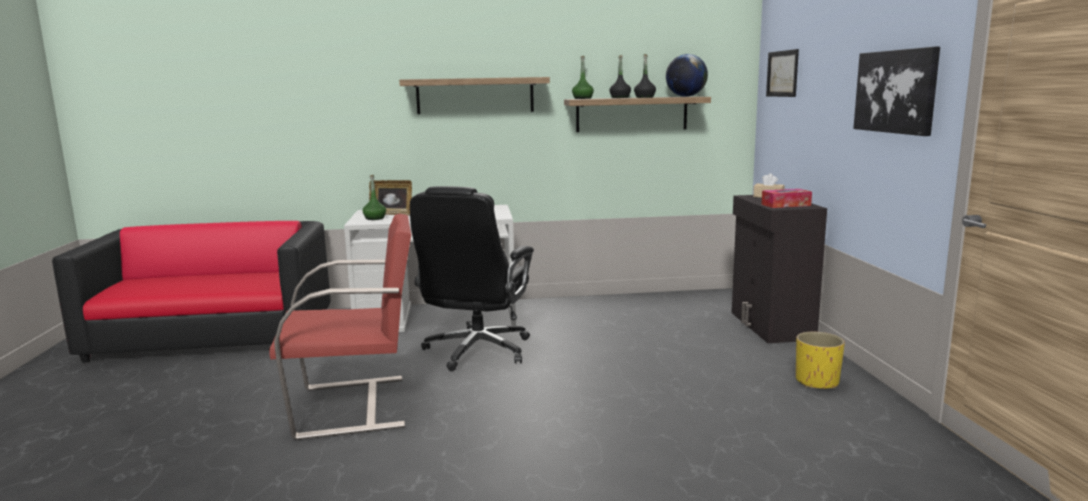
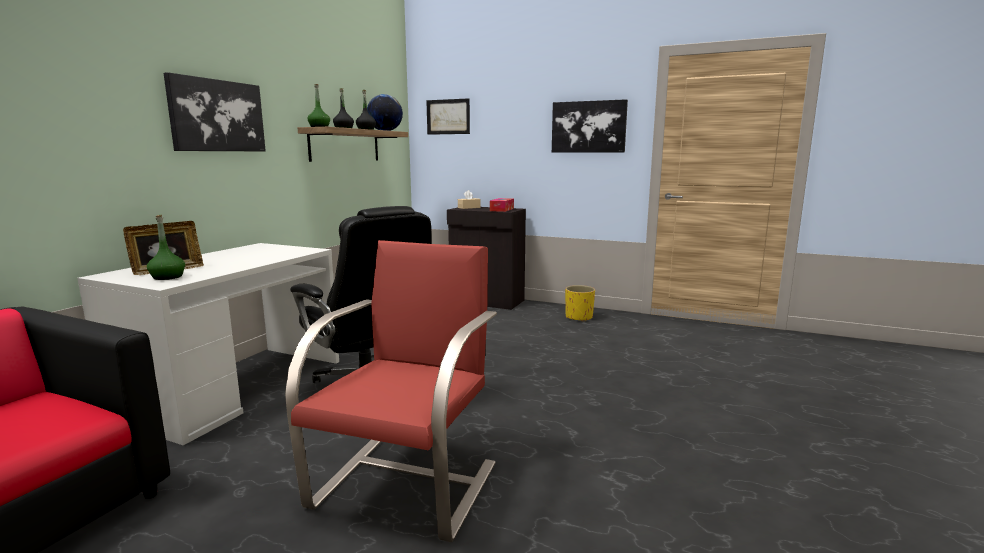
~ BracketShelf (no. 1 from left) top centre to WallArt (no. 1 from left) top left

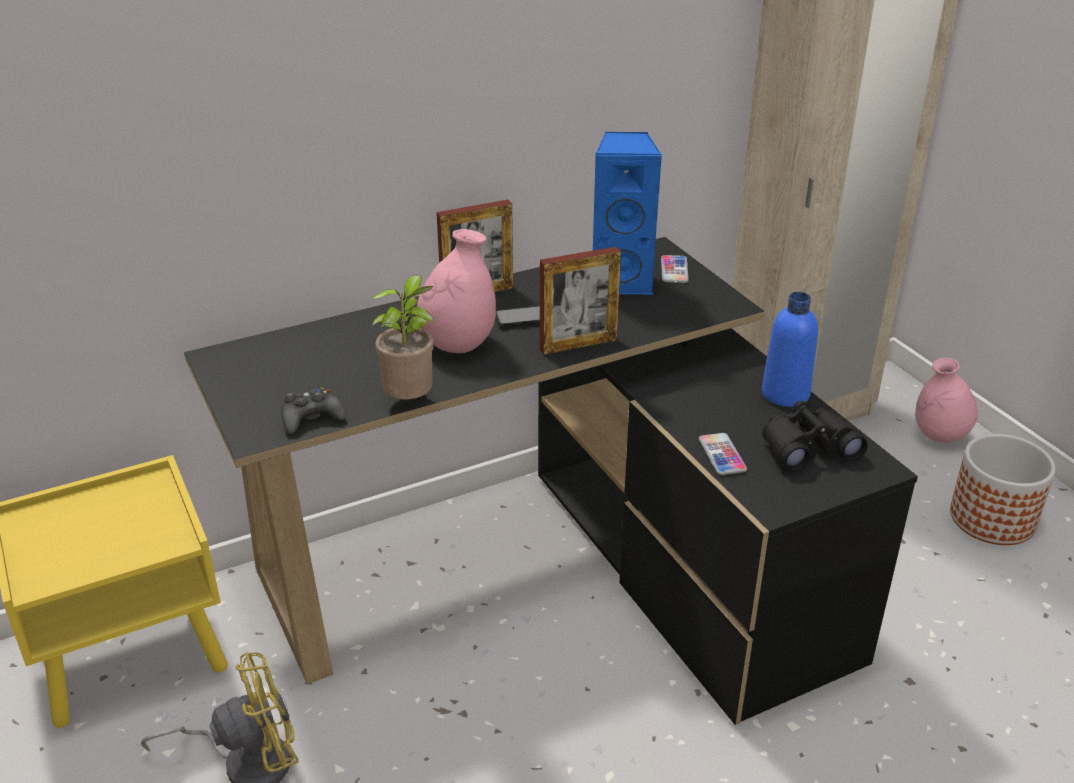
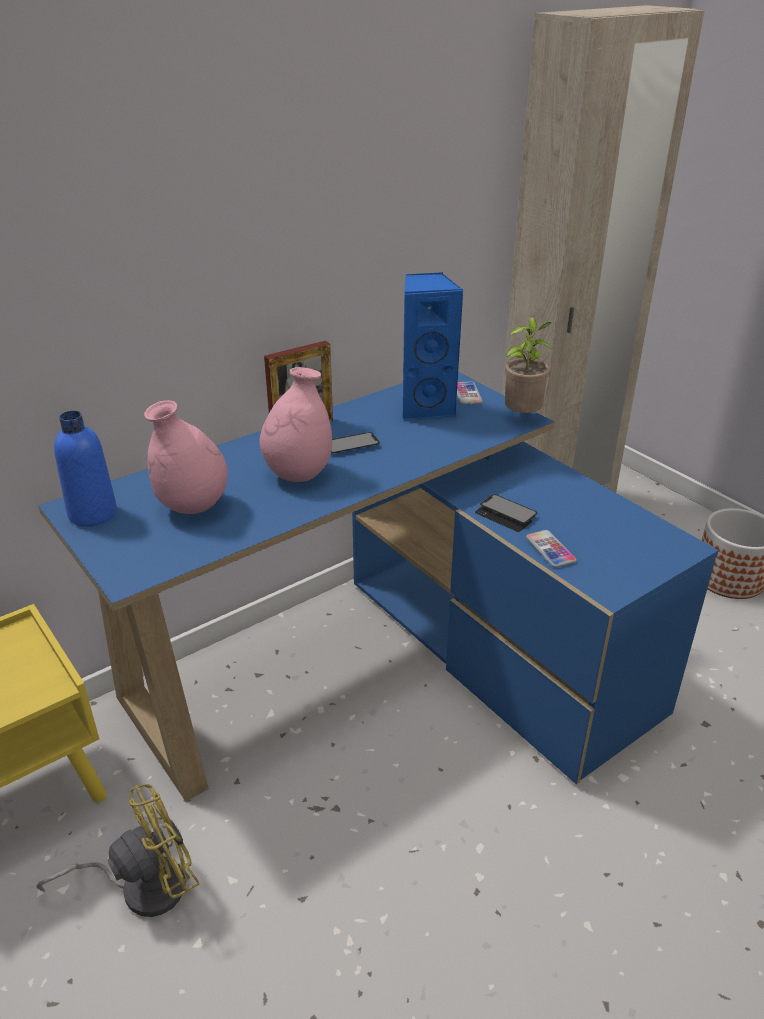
~ BlackDeskUnit centre to BlueDeskUnit centre
- BlackJoypad middle left
~ PlantInAPot centre to middle right
- StandingFrame (no. 2 from left) centre
~ BlueBeverageBottle middle right to middle left
- BlackBinoculars middle right
~ PinkColouredFlowerVase (no. 2 from left in the first image) middle right to PinkColouredFlowerVase (no. 1 from left) middle left
+ Handset (no. 3 from left) centre

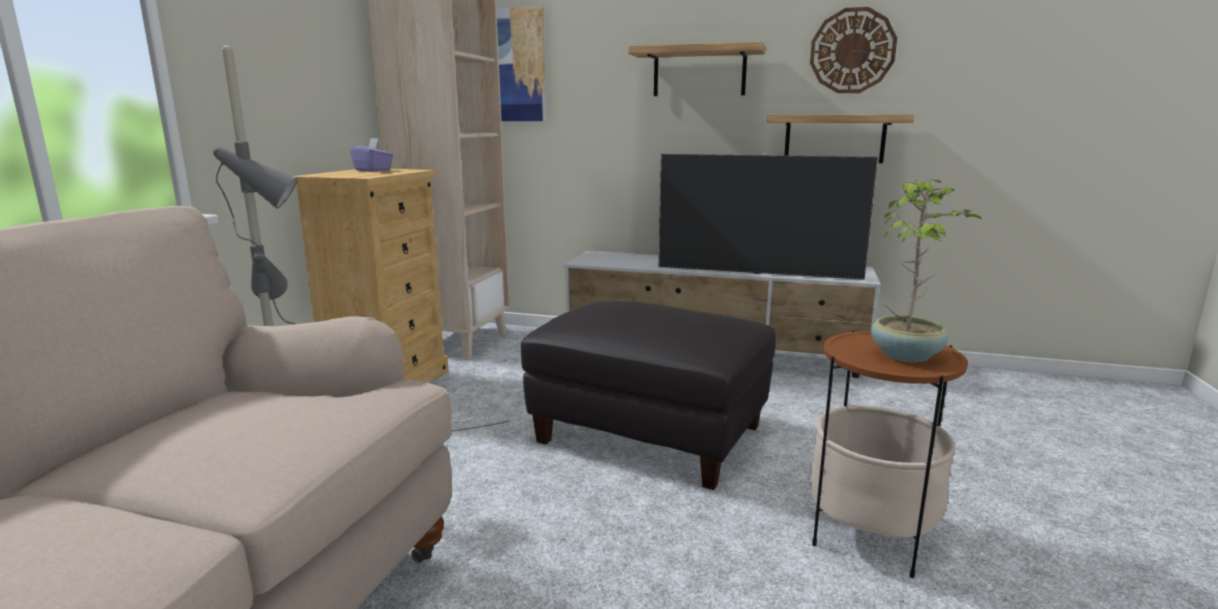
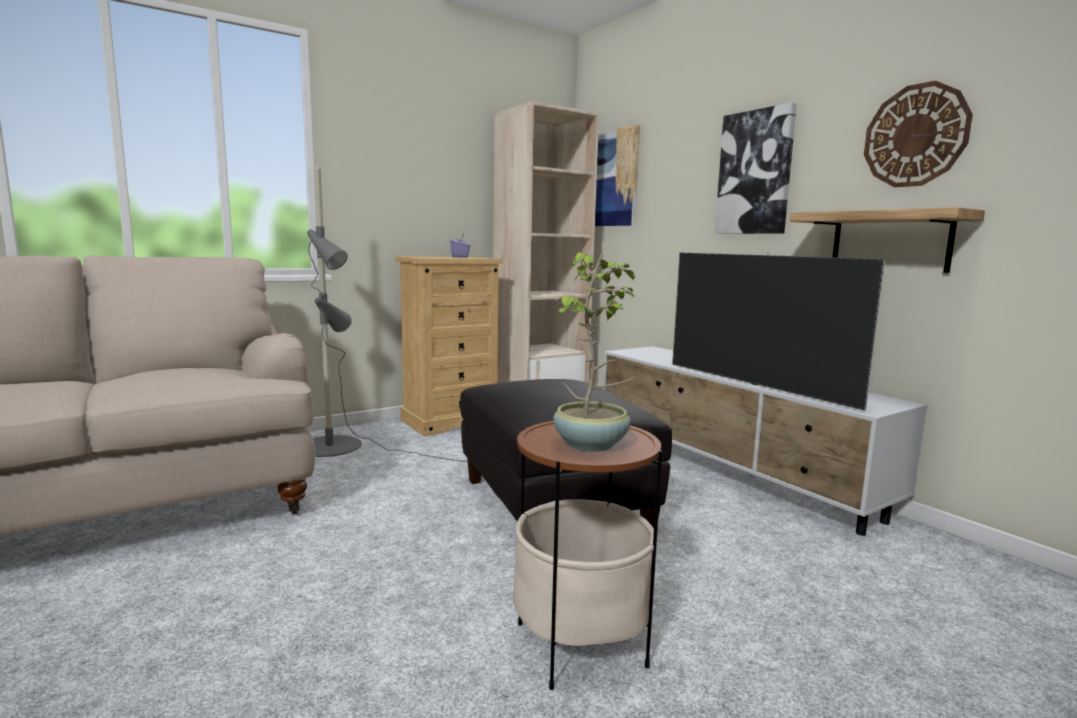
~ BracketShelf (no. 1 from left) top centre to WallArt (no. 2 from left) top right

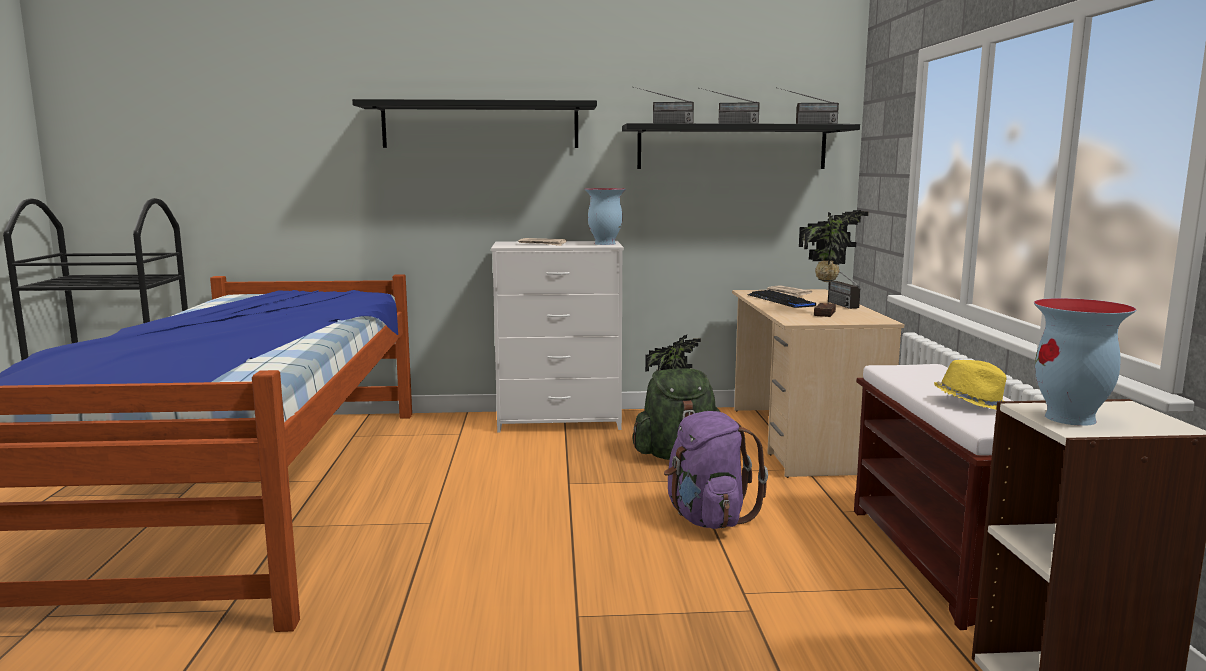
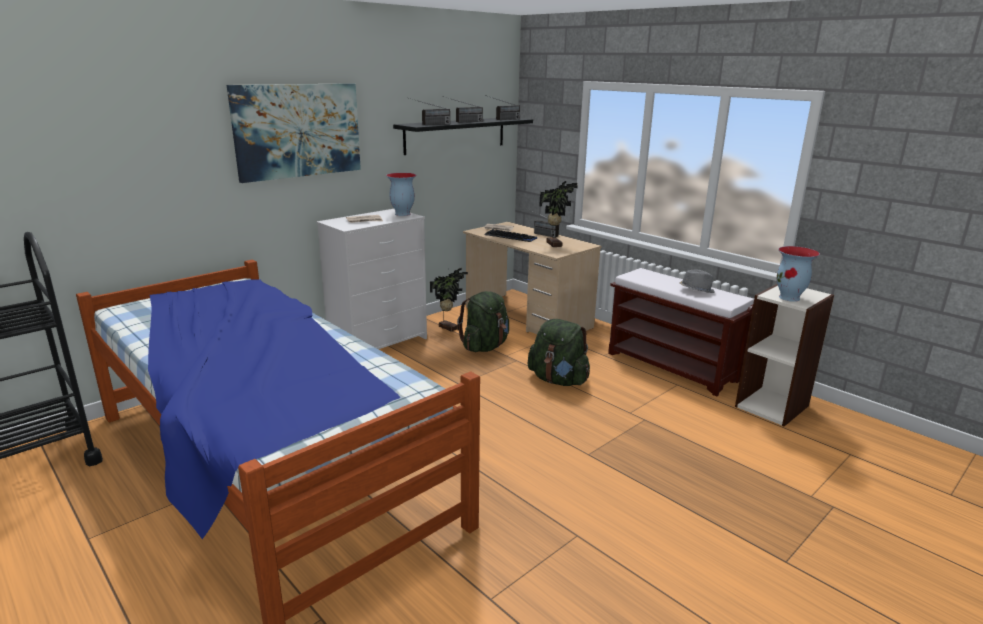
~ BlackBracketShelf (no. 1 from left) top centre to WallArt top left
~ PurplishRucksack bottom centre to GreenRucksack (no. 2 from left) centre
~ YellowishHat middle right to GrayHat middle right

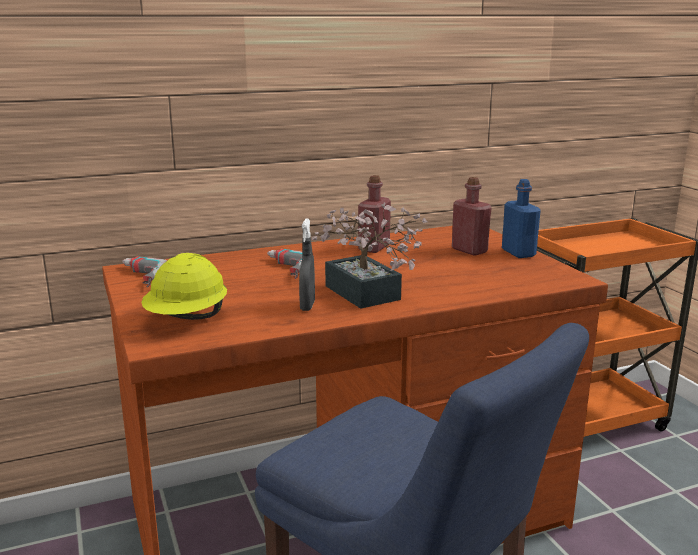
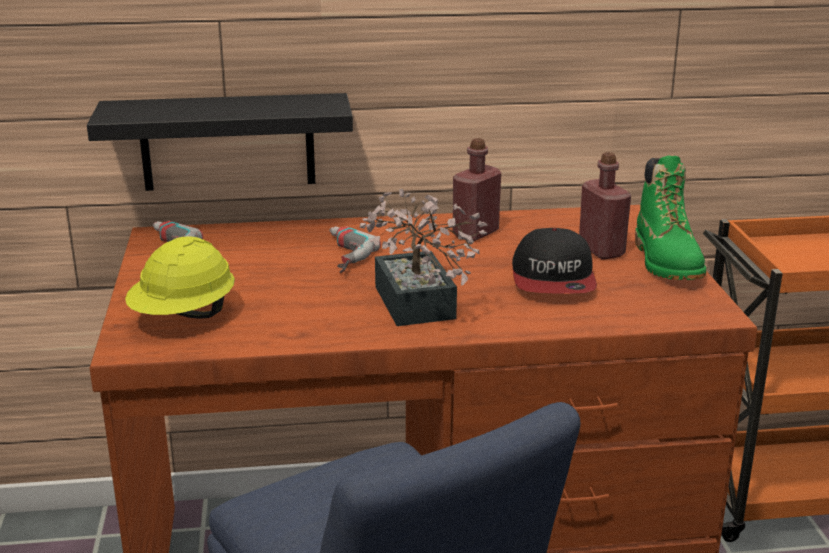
- GraySprayer centre
~ BlueBeverageBottle middle right to GreenHighTopBoot middle right
+ BlackBracketShelf top left
+ BaseballCap middle right

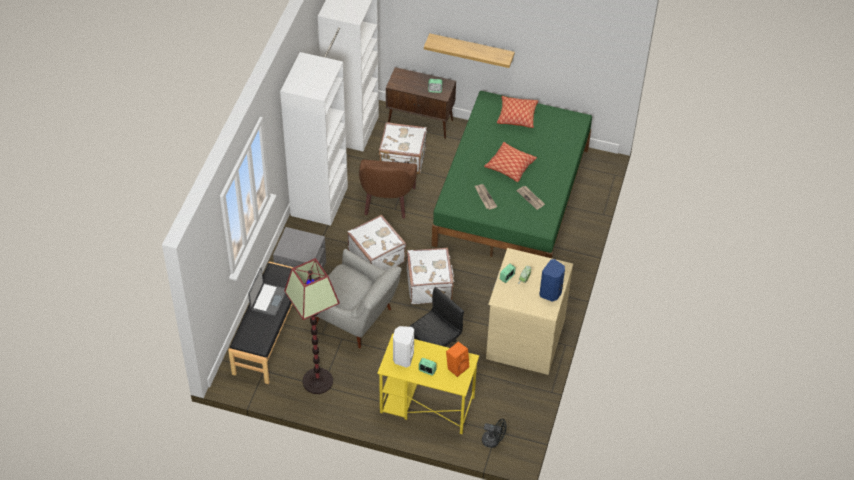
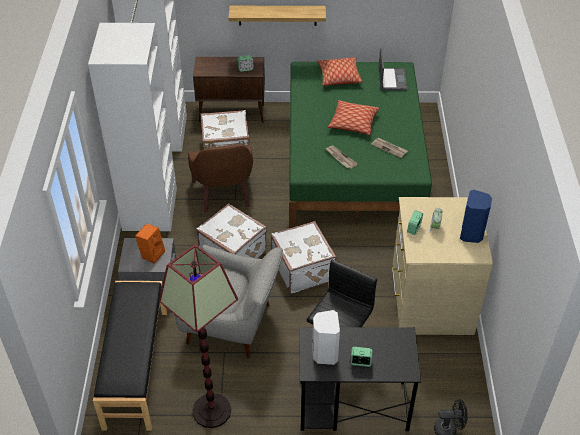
~ NotebookComputer middle left to top right
~ YellowishDeskUnit bottom centre to BlackDeskUnit bottom centre
~ OrangeyLoudspeaker bottom centre to middle left

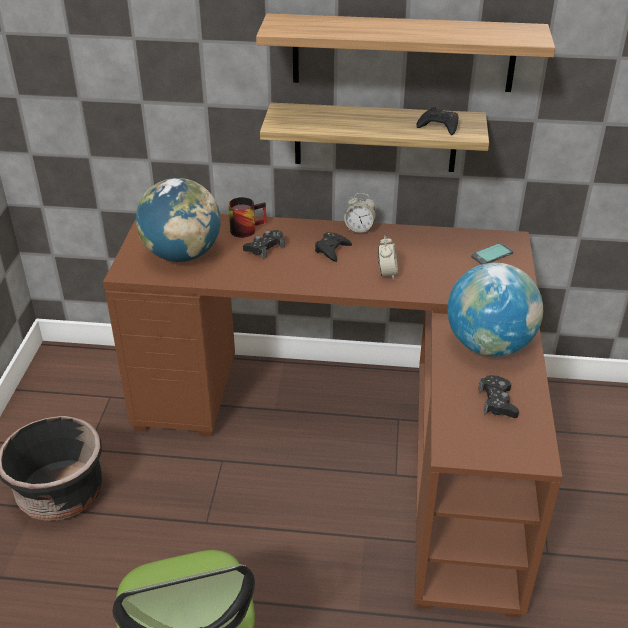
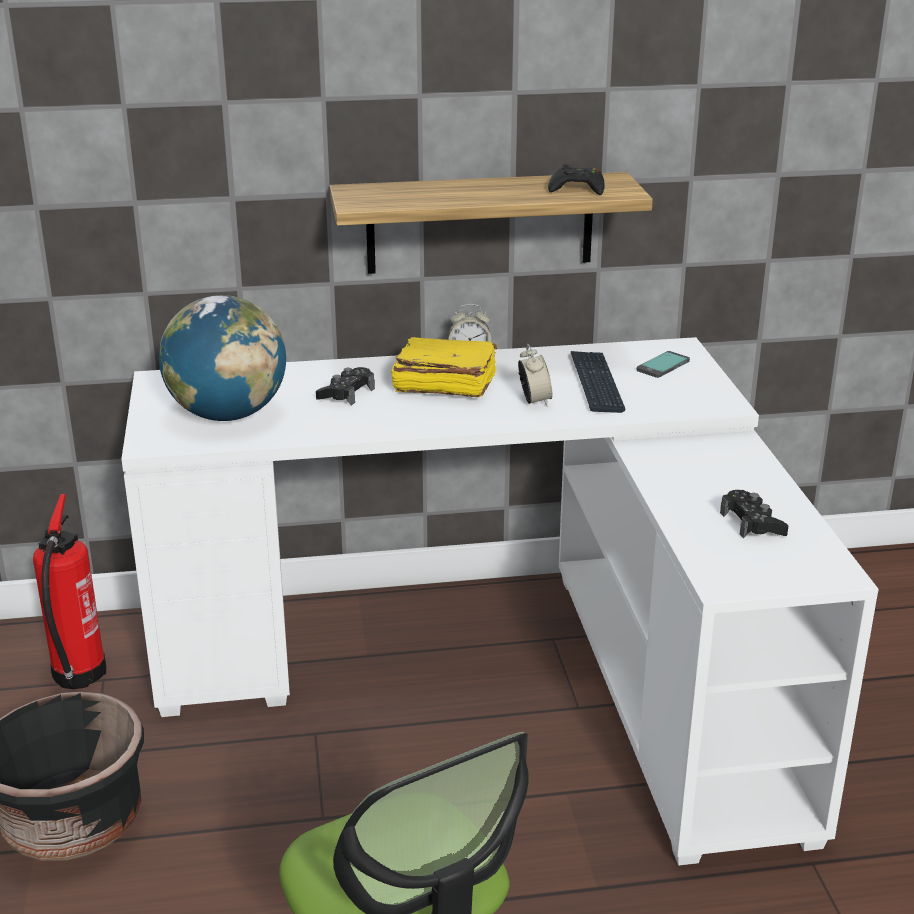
~ BrownColouredDeskUnit centre to WhiteDeskUnit centre
- CoffeeMug centre
- BracketShelf (no. 2 from left) top centre
~ BlackJoypad (no. 2 from left) centre to YellowishBook centre
- DeskGlobe (no. 2 from left) middle right
+ FireExtinguisher middle left
+ ComputerKeyboard centre

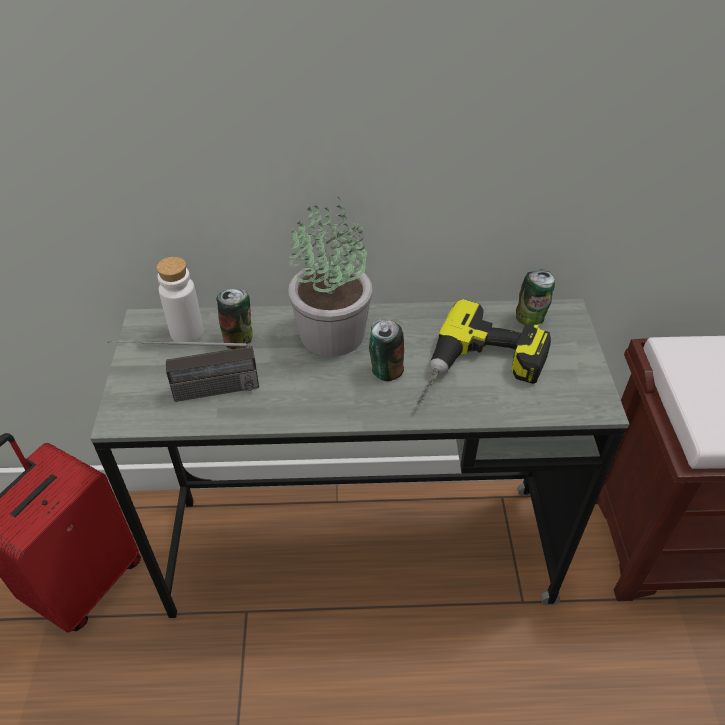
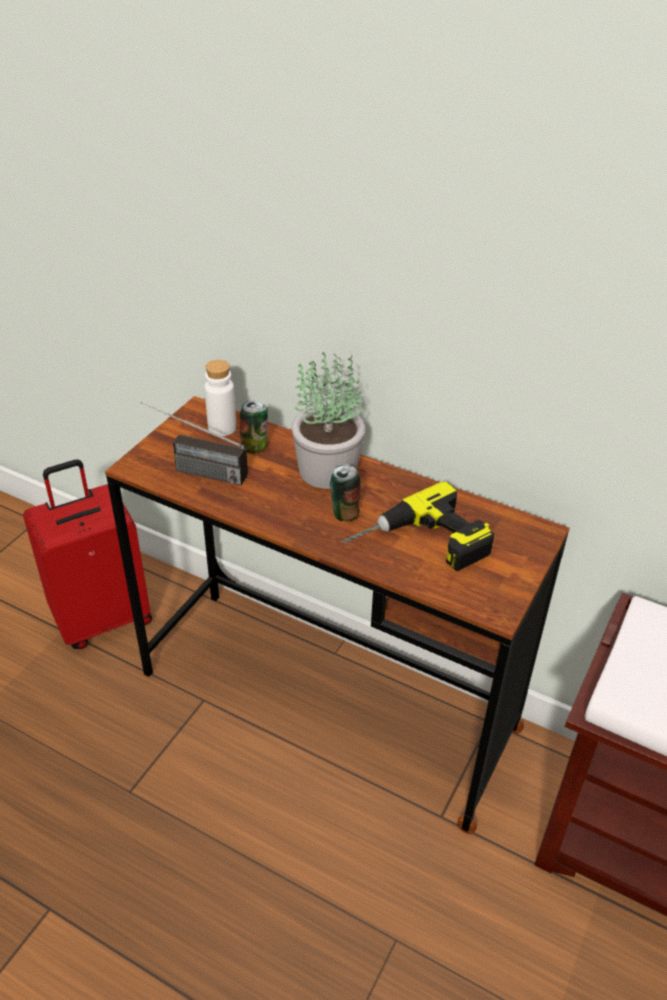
~ GrayDeskUnit centre to BrownColouredDeskUnit centre
- MetalCan (no. 3 from left) middle right

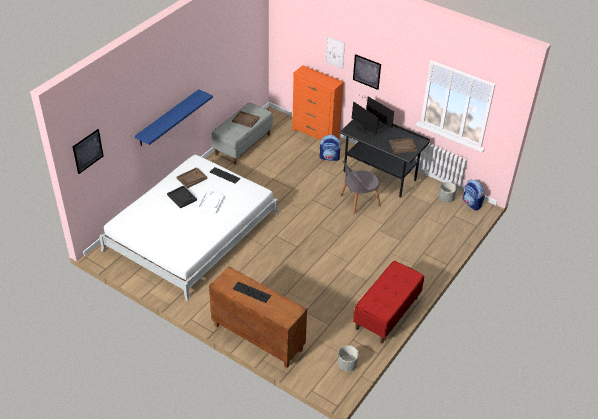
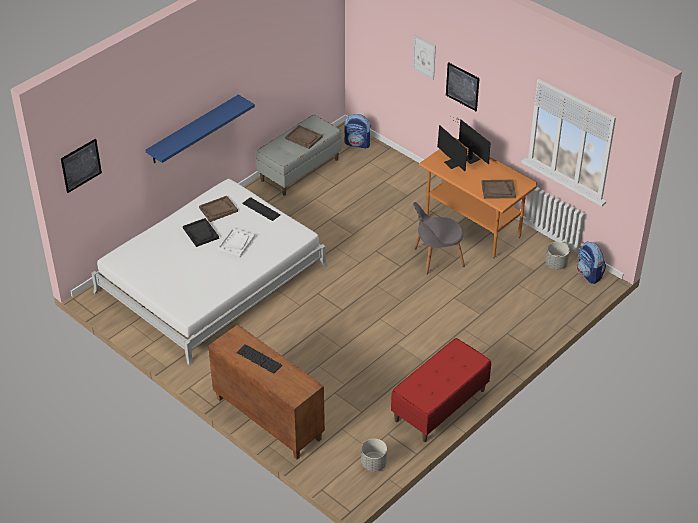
- OrangeyDrawerChest top centre
~ Rucksack (no. 1 from left) centre to top centre
~ BlackDeskUnit centre to OrangeyDeskUnit middle right

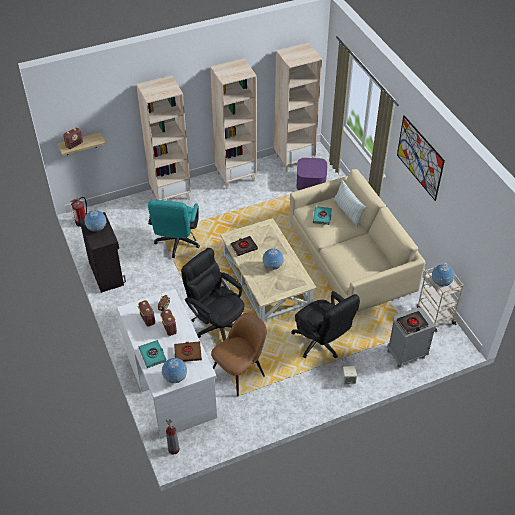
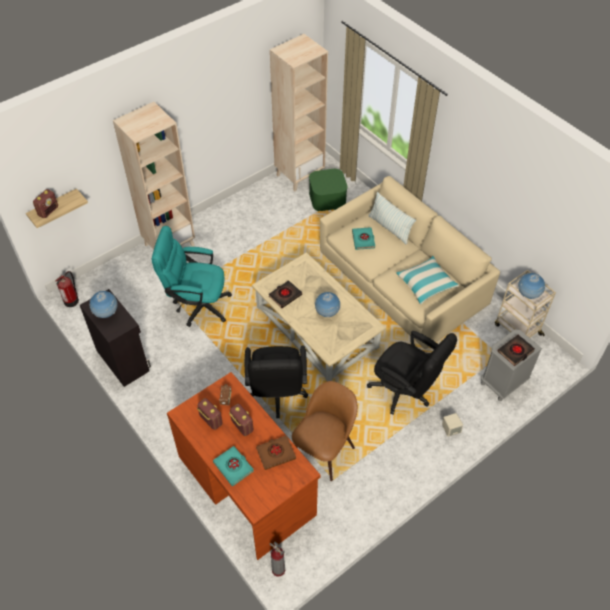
~ WhiteDeskUnit bottom left to BrownColouredDeskUnit bottom centre
~ BlueGreenDeskChair centre = middle left 105 degrees clockwise
- DeskGlobe (no. 2 from left) bottom centre
~ BlackDeskChair (no. 1 from left) centre = centre 120 degrees counterclockwise
- SandColouredBookshelf (no. 2 from left) top centre
~ PurplishStorageBox centre to GreenStorageBox top centre
- WallArt top right
+ Pillow (no. 2 from left) middle right

